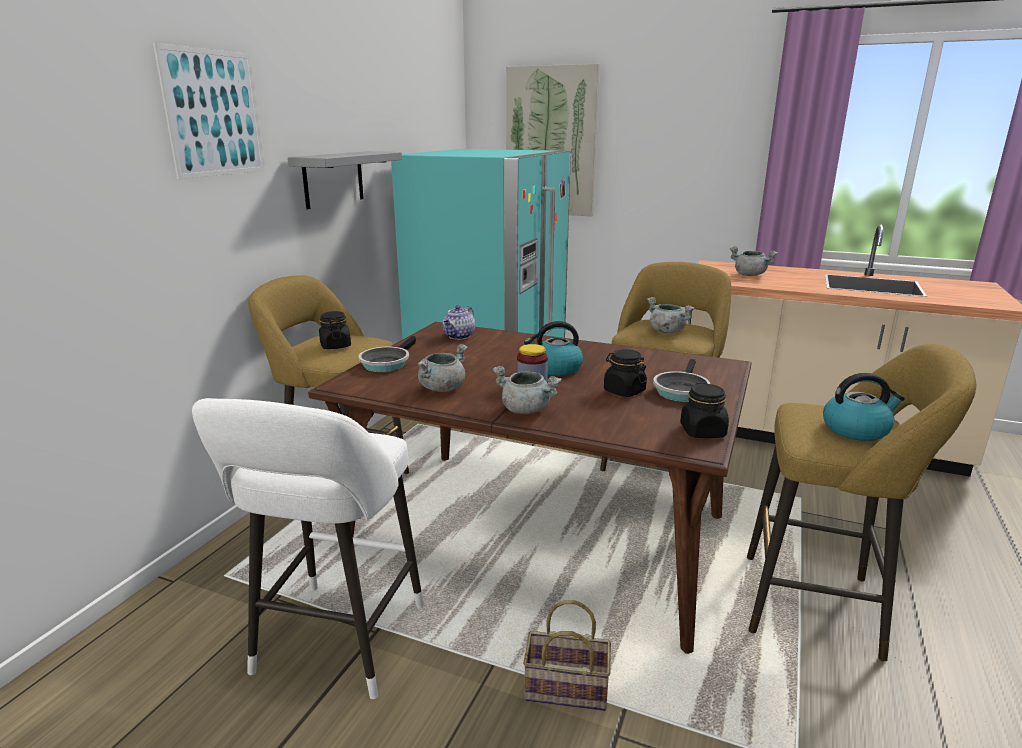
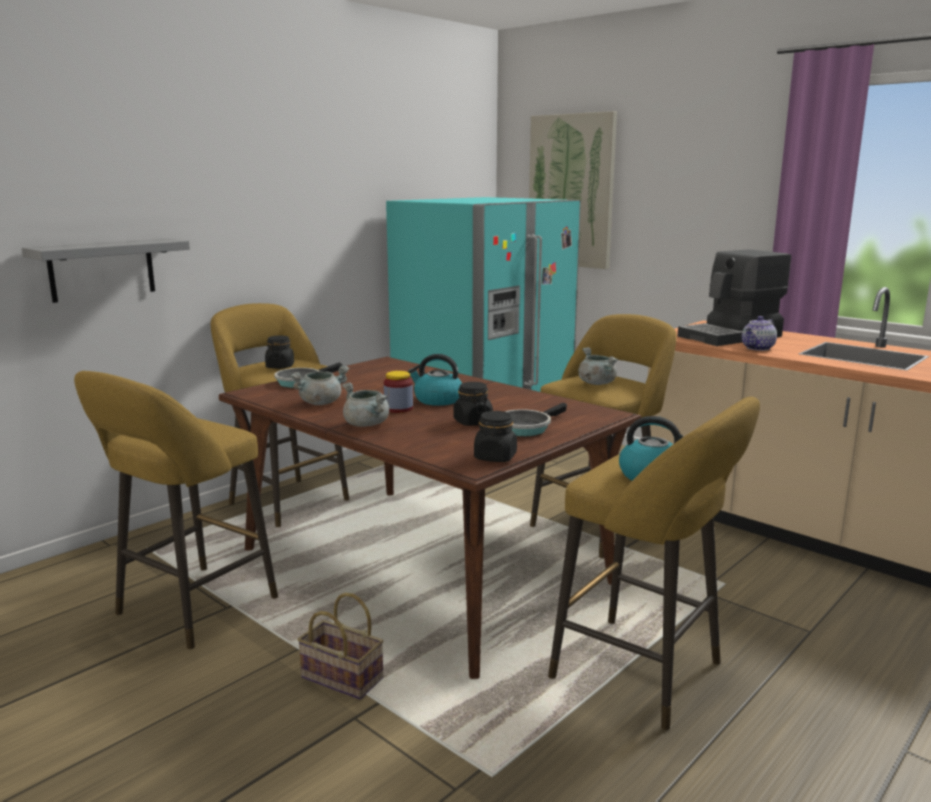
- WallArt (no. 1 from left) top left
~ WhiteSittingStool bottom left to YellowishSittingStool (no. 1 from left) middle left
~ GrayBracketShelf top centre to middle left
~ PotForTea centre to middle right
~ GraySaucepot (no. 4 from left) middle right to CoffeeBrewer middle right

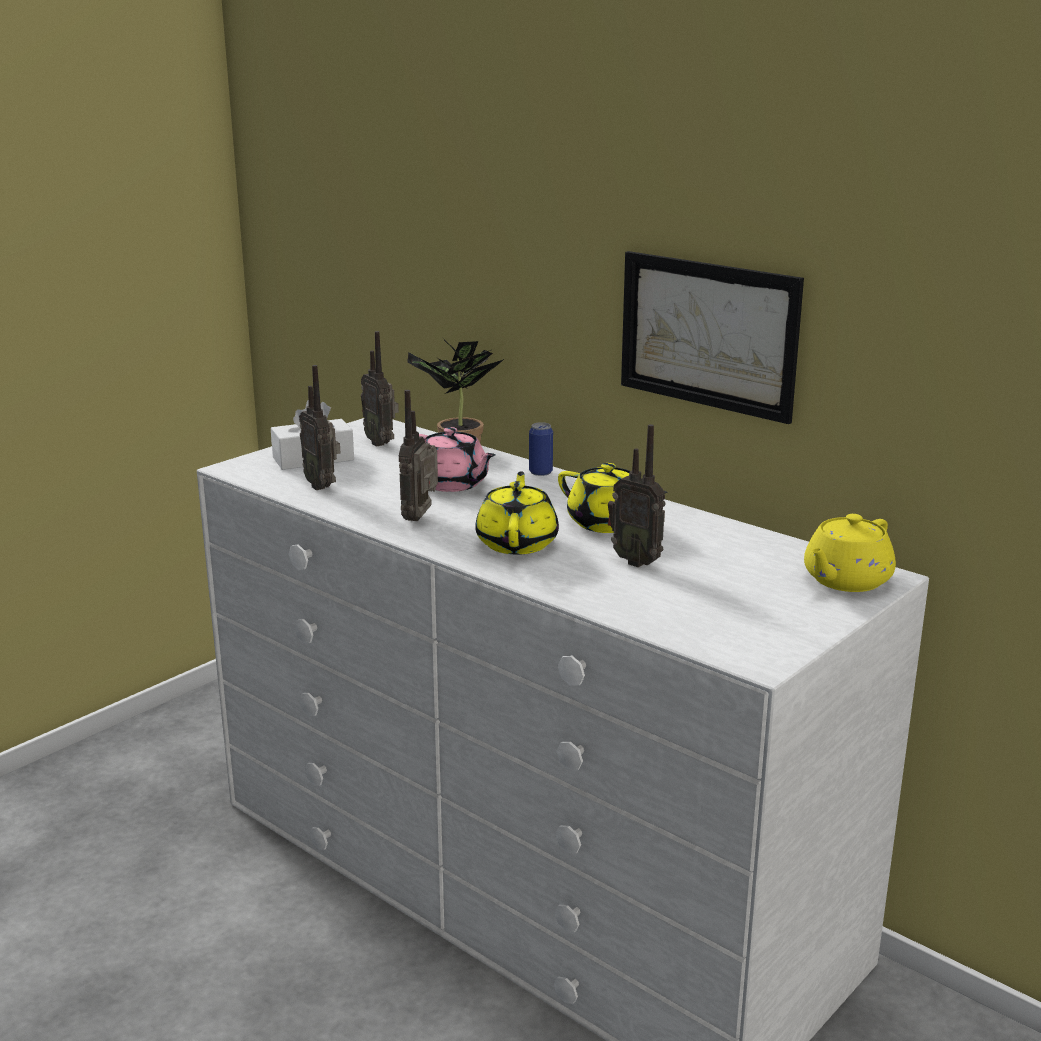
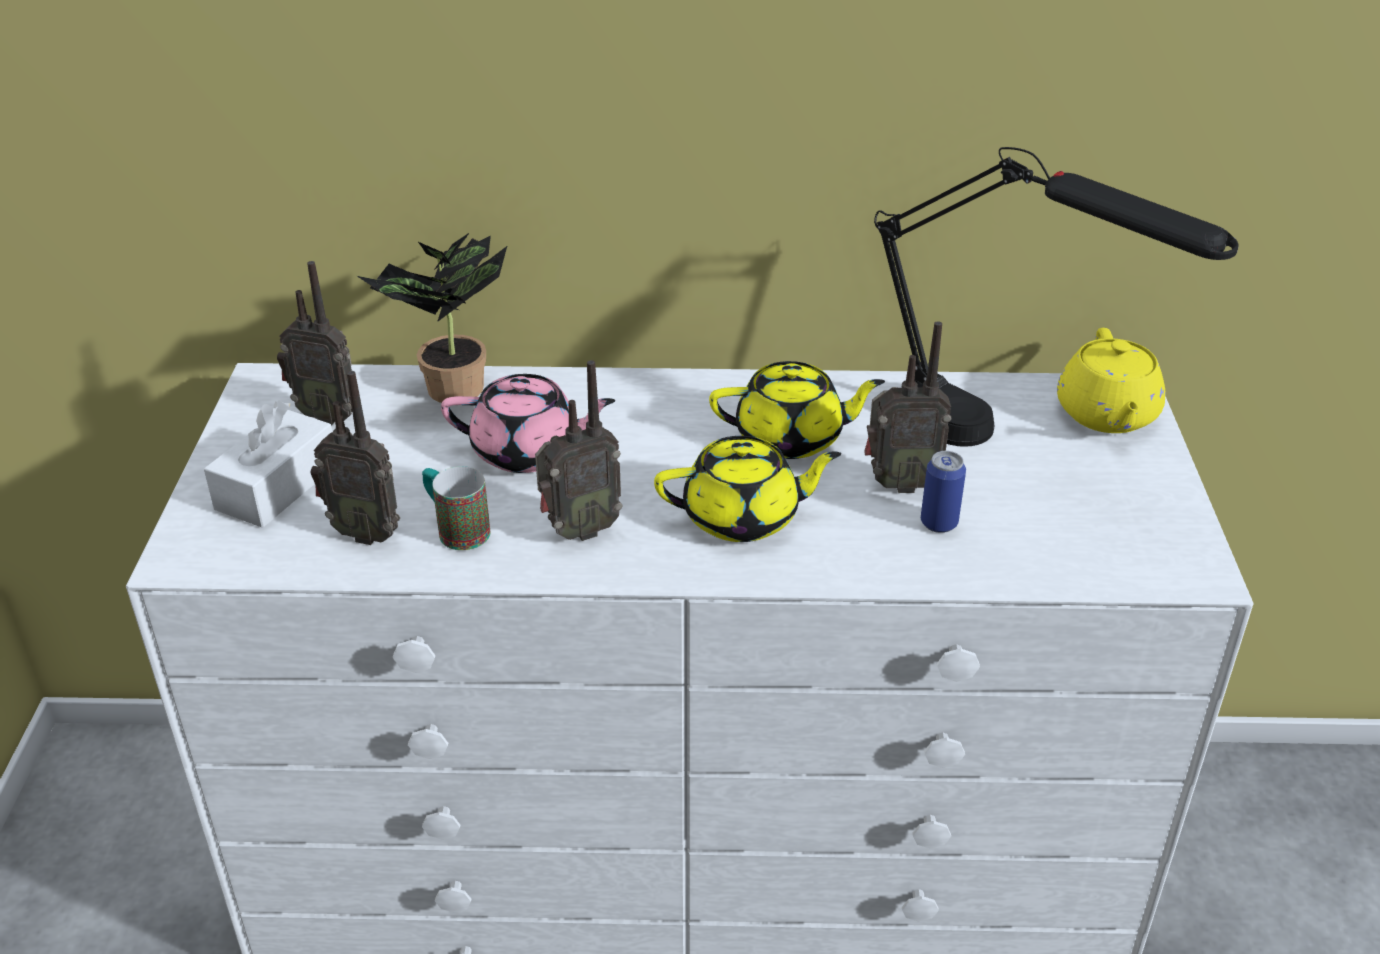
~ RadioReceiver (no. 3 from left) centre = centre 90 degrees counterclockwise
~ YellowishPotForTea (no. 1 from left) centre = centre 120 degrees clockwise
~ MetalCan centre to middle right
- WallArt top right
+ CoffeeMug middle left
+ BlackTableLamp top right

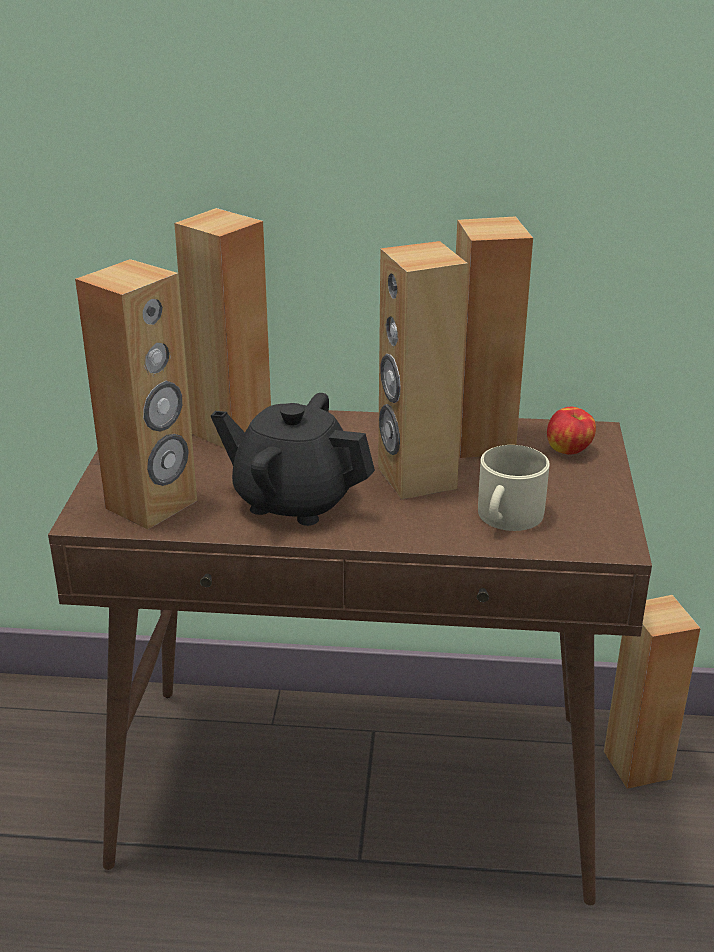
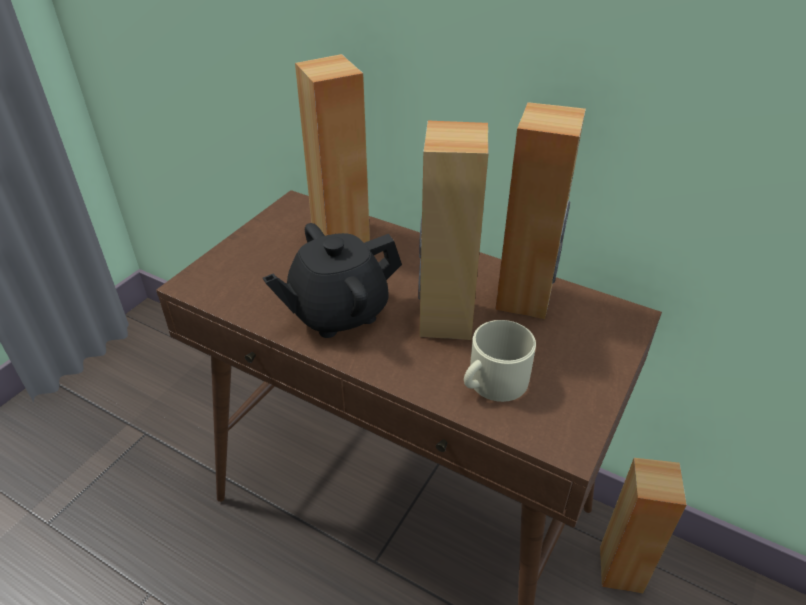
- BrownColouredLoudspeaker (no. 1 from left) middle left
~ BlackPotForTea centre = centre 75 degrees counterclockwise
- WholeApple middle right

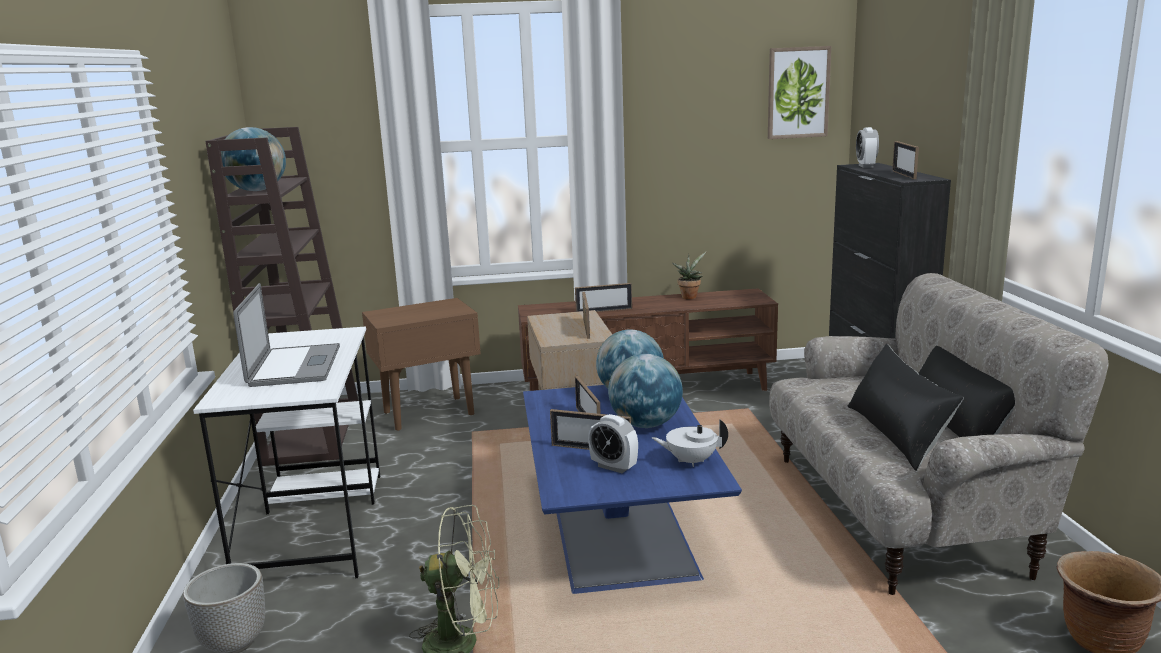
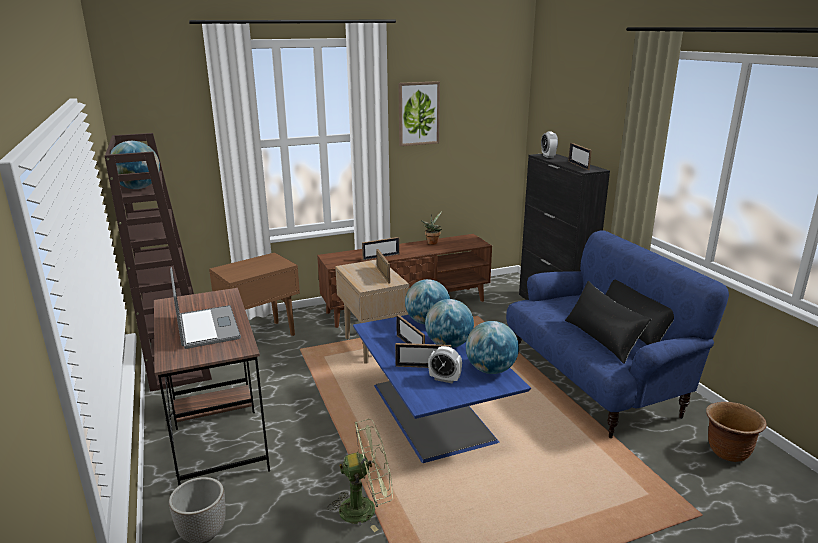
~ WhiteDeskUnit bottom left to BrownColouredDeskUnit bottom left
~ WhitePotForTea bottom centre to DeskGlobe (no. 4 from left) centre
~ WallArt top right to top centre
~ SandColouredCouch middle right to BlueCouch middle right

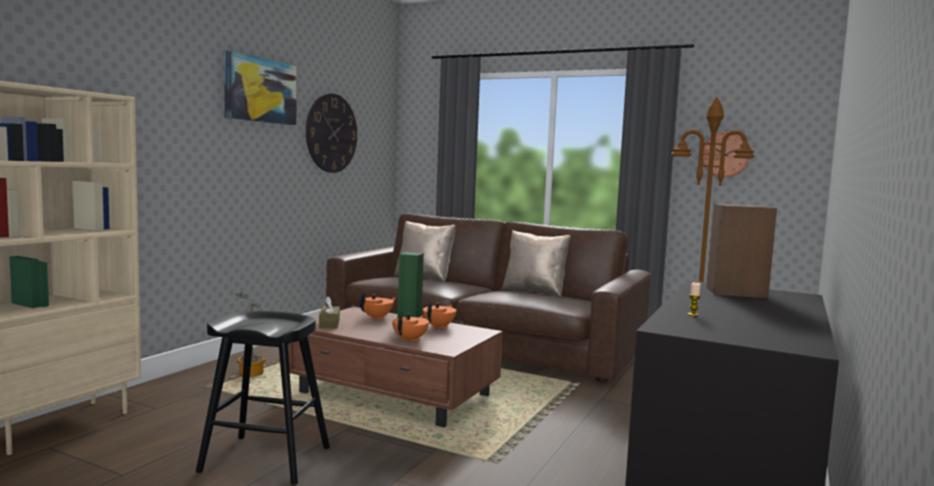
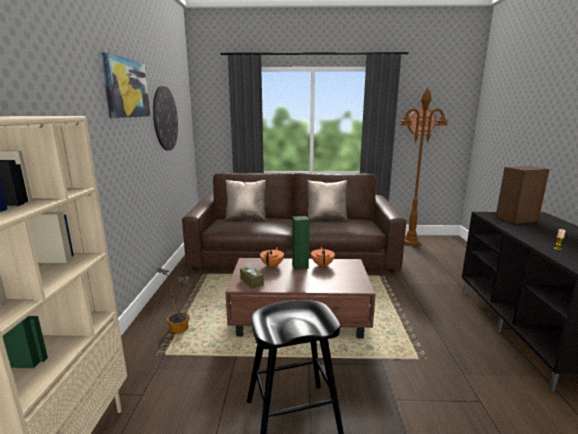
- OrangeyPotForTea (no. 2 from left) bottom centre

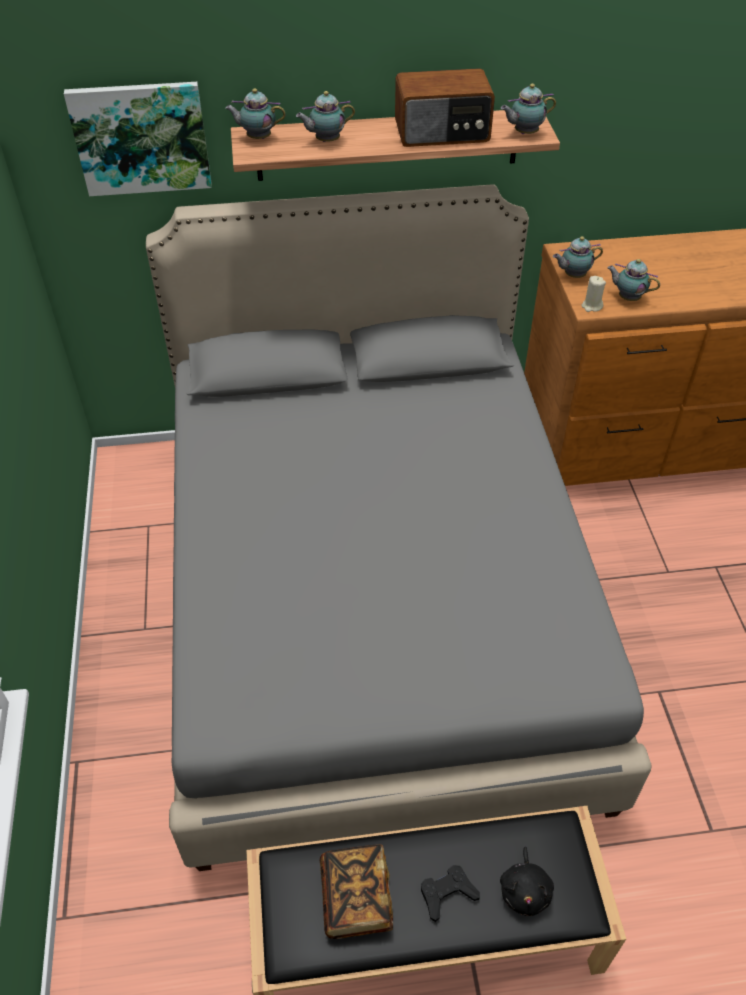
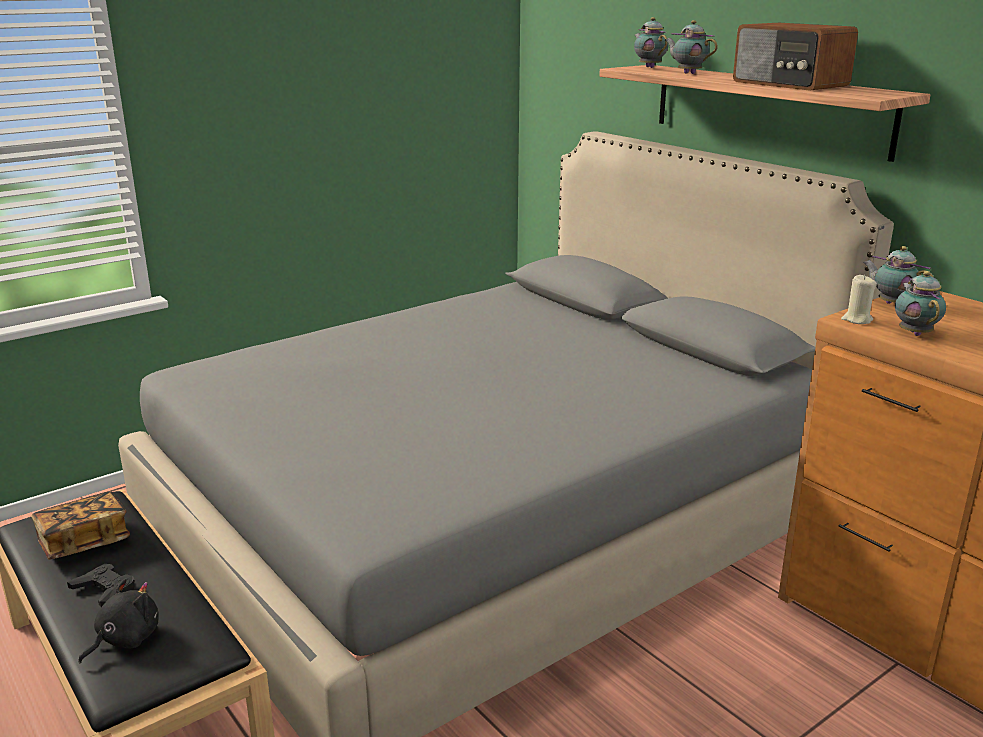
- WallArt top left
~ BlackPlushToy bottom right = bottom left 150 degrees clockwise
- PotForTea (no. 3 from left) top right

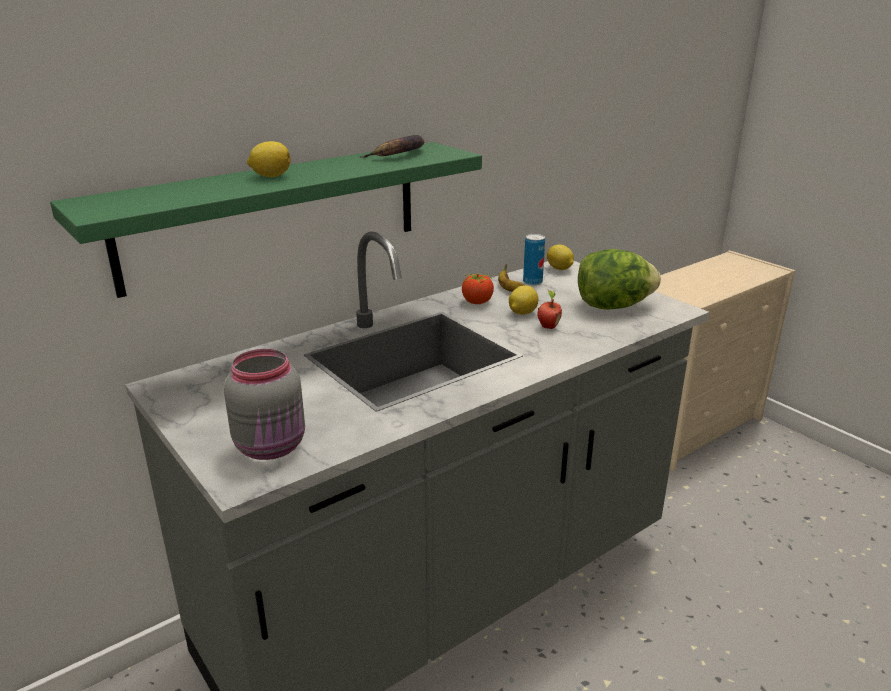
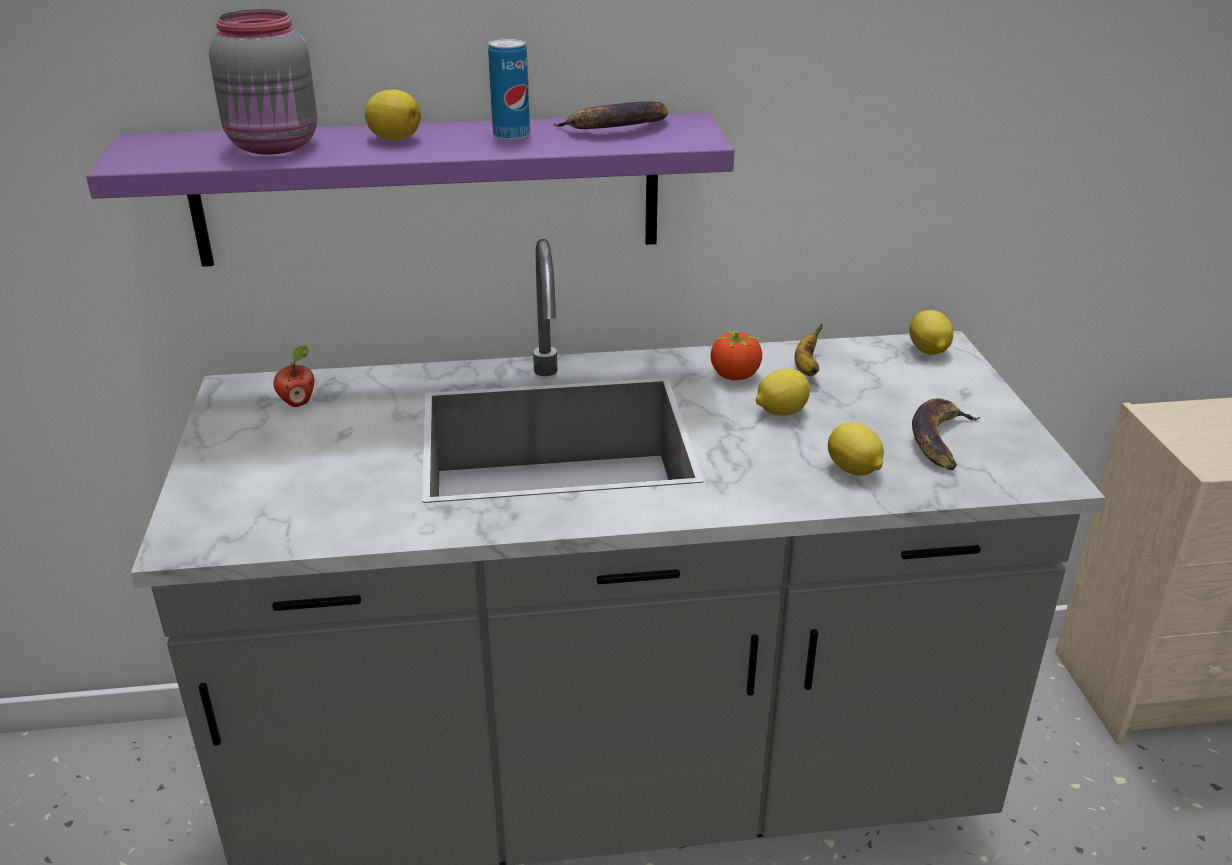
~ GreenBracketShelf top left to PurplishBracketShelf top left
~ GrayPreserveJar middle left to top left
~ MetalCan centre to top centre
~ WholeApple centre to middle left
~ HeadOfLettuce middle right to Banana (no. 3 from left) middle right
+ WholeLemon (no. 3 from left) middle right

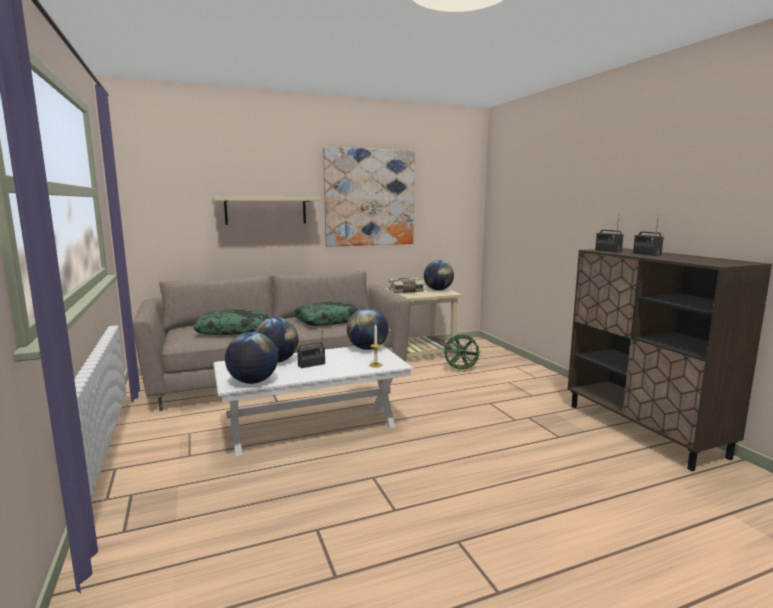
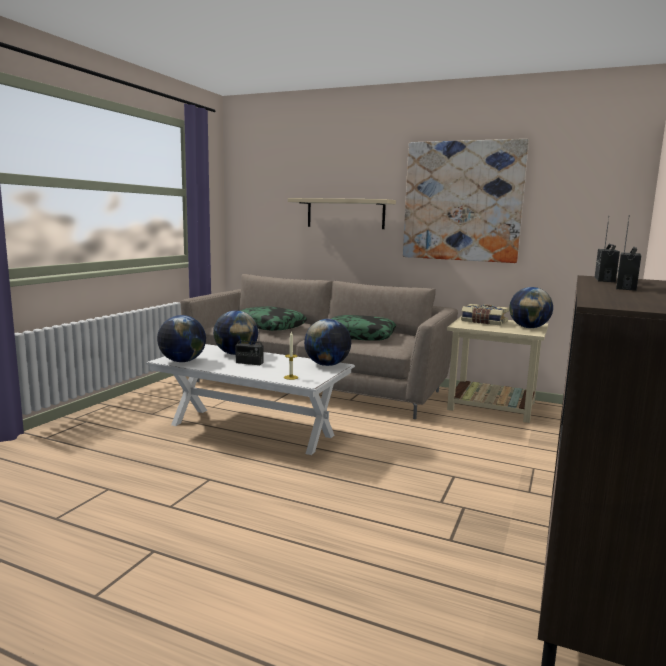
- GreenFan centre

